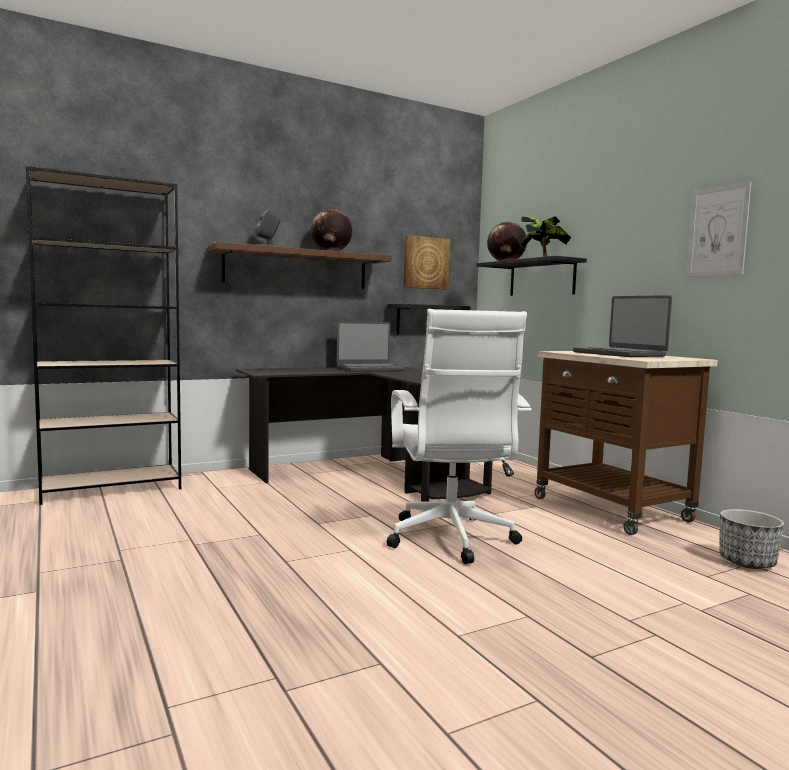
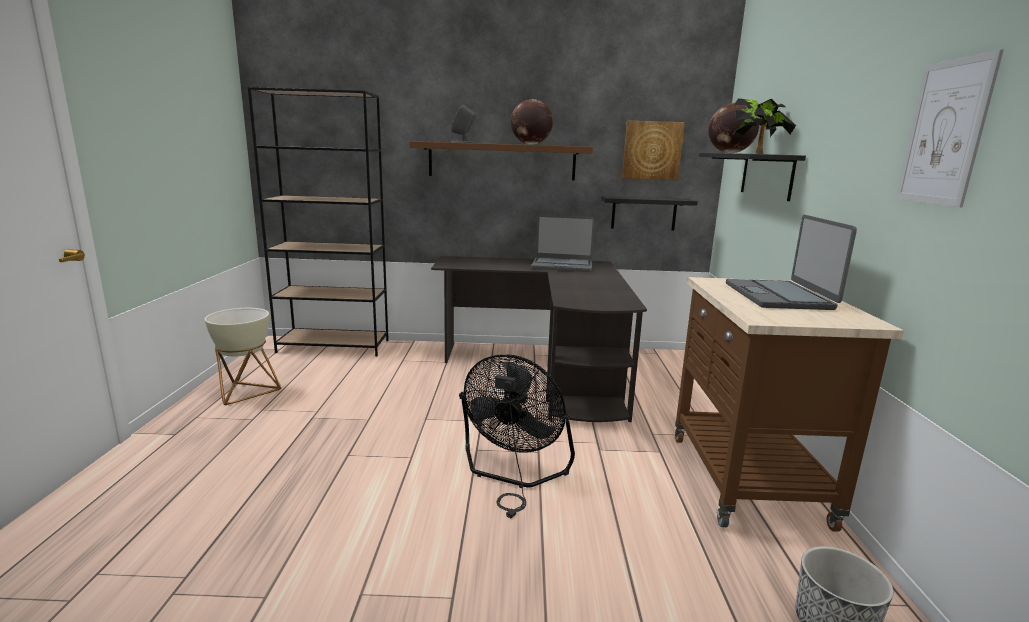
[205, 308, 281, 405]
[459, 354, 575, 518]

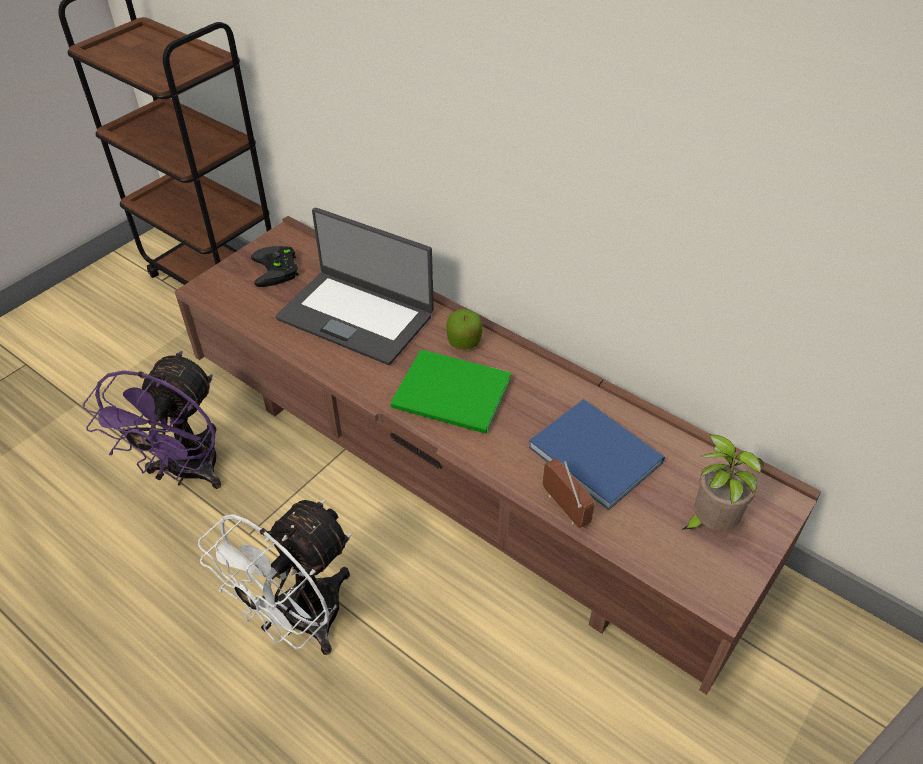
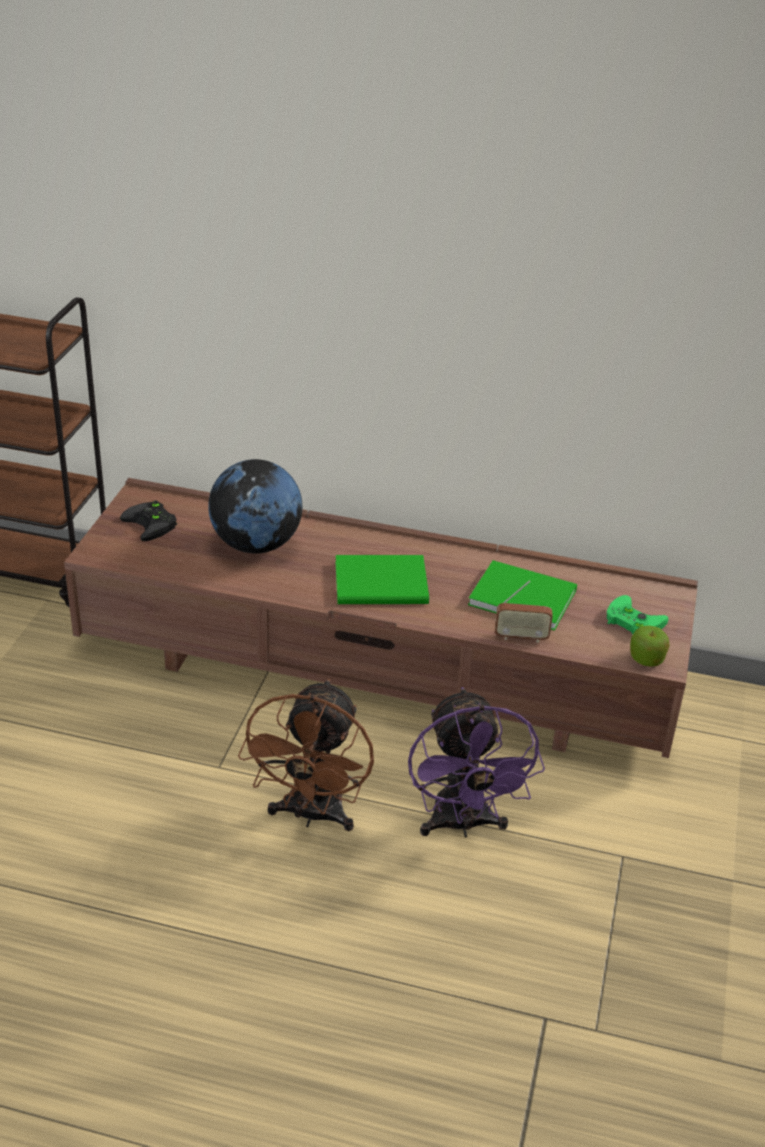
[208, 459, 302, 554]
[238, 679, 374, 831]
[408, 687, 545, 837]
[468, 560, 577, 631]
[495, 580, 553, 643]
[607, 595, 669, 635]
[630, 626, 669, 667]

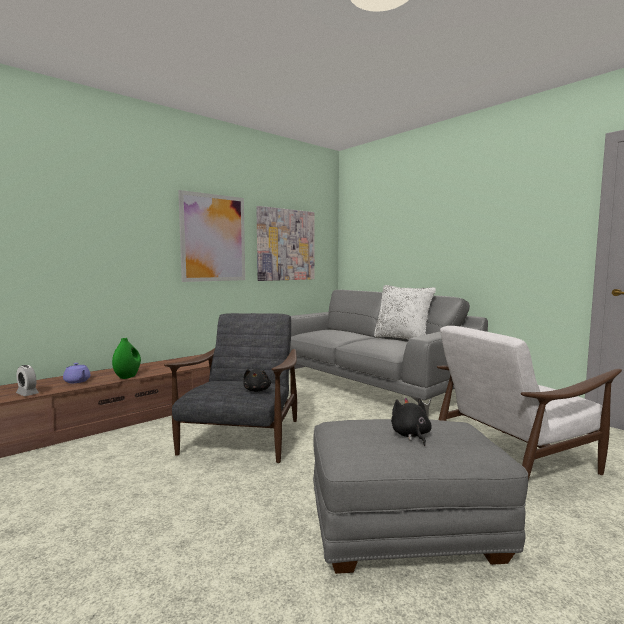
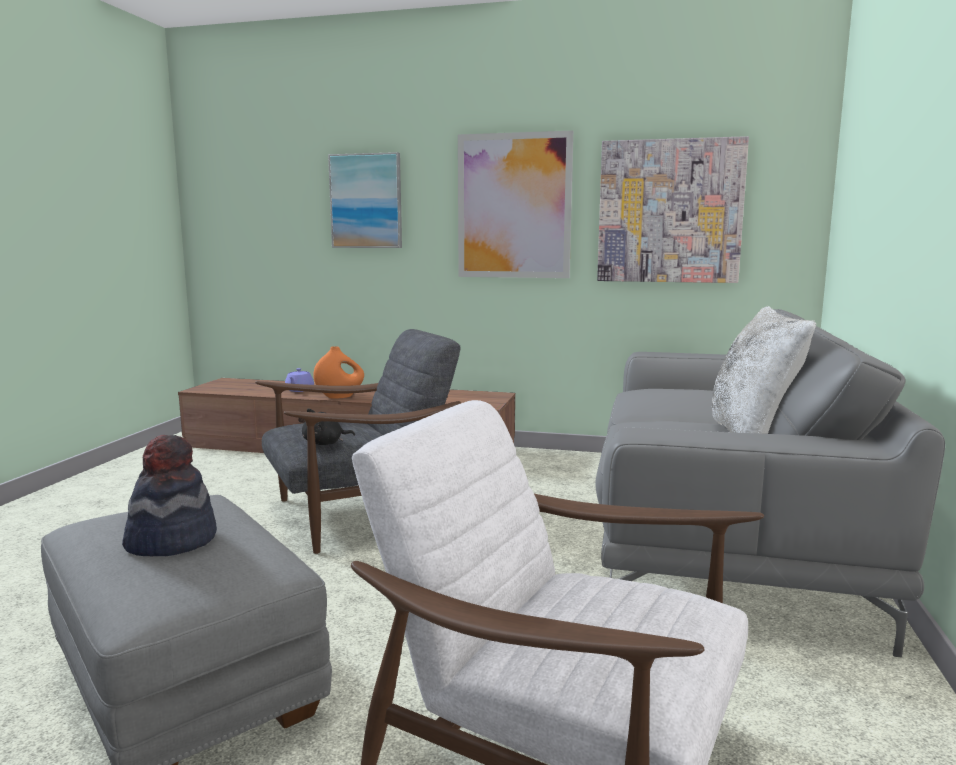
[122, 435, 217, 556]
[313, 346, 364, 399]
[328, 152, 402, 248]
[16, 365, 39, 396] (first image)

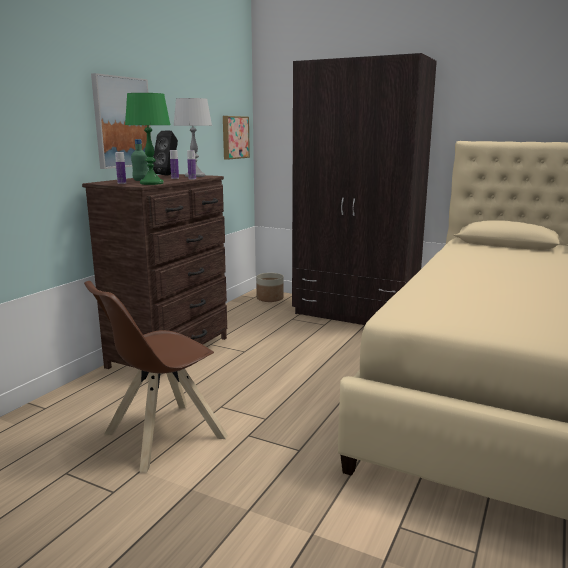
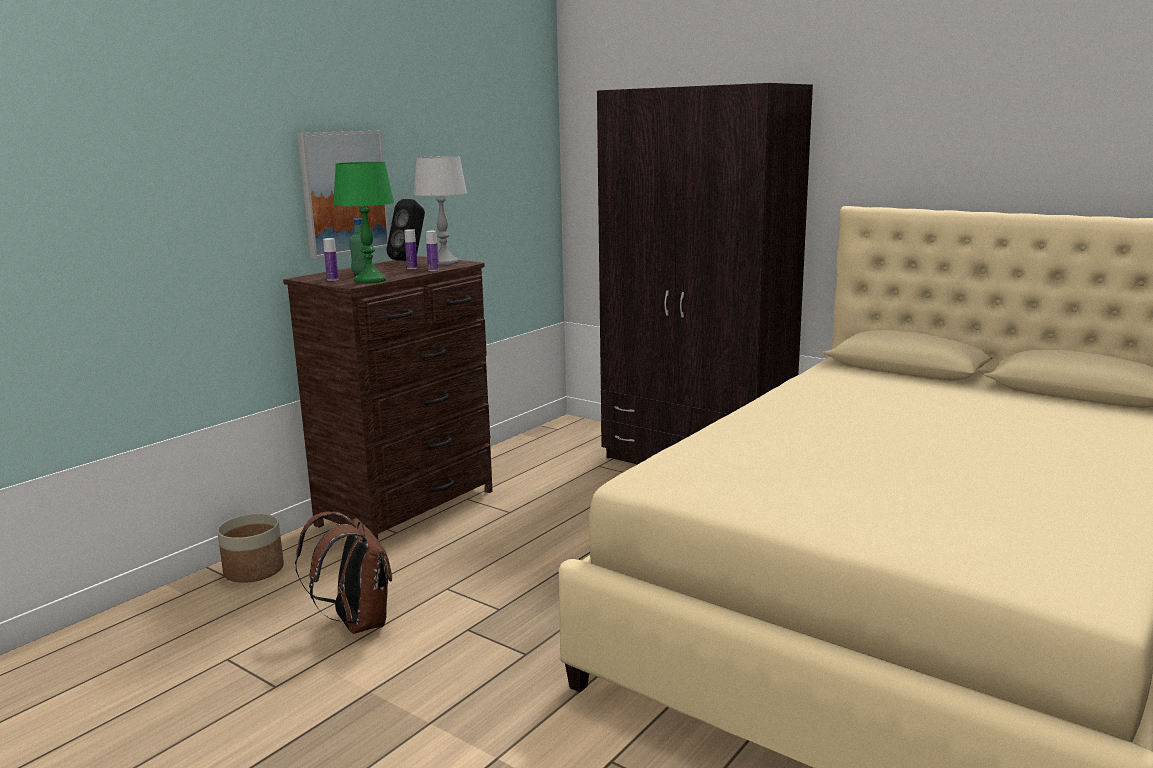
[217, 513, 284, 583]
[295, 511, 392, 634]
[223, 116, 250, 160] (first image)

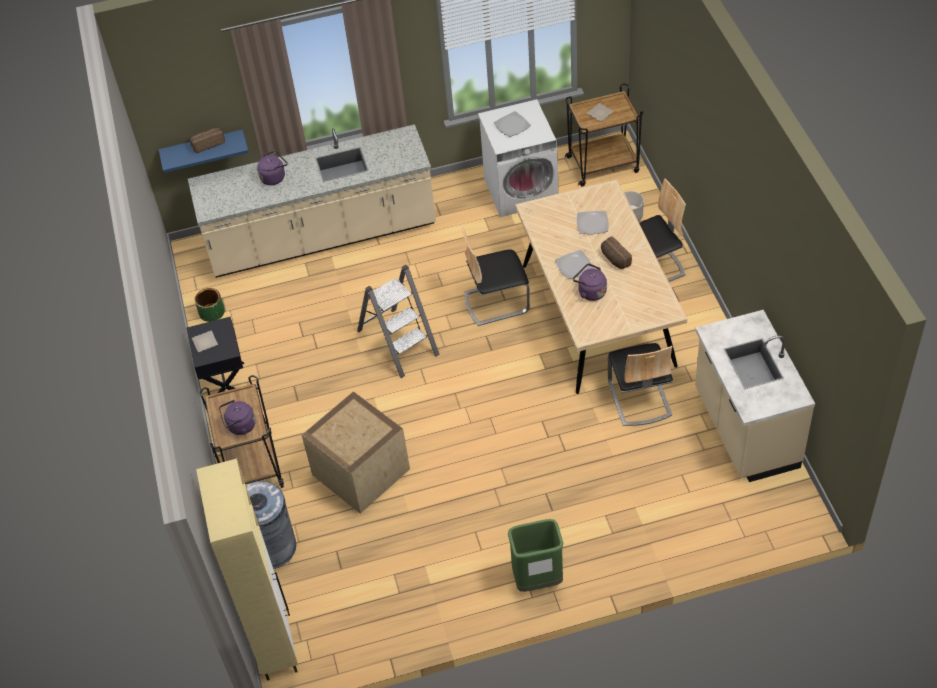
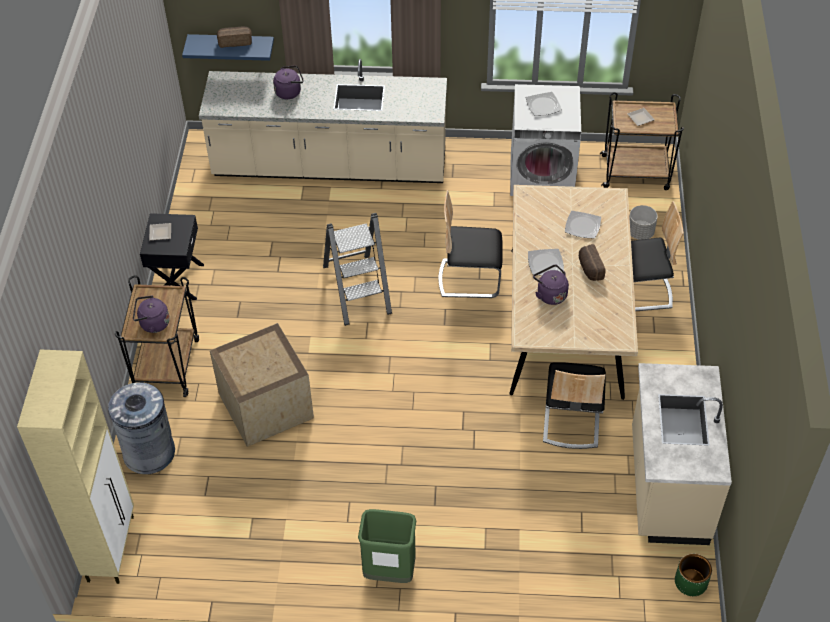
[675, 554, 712, 596]

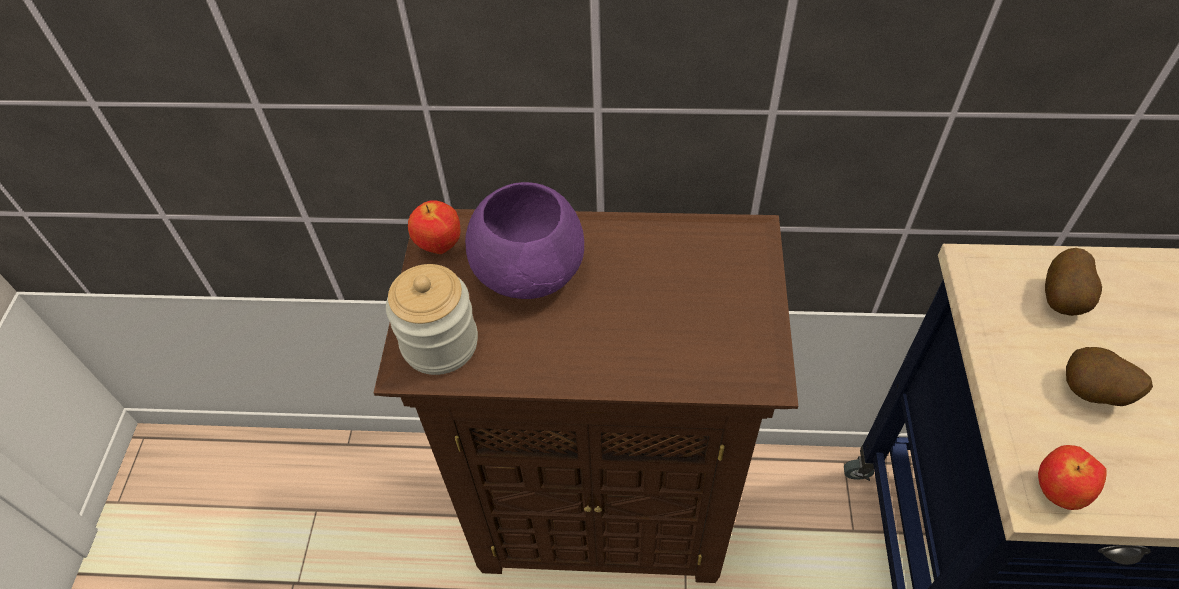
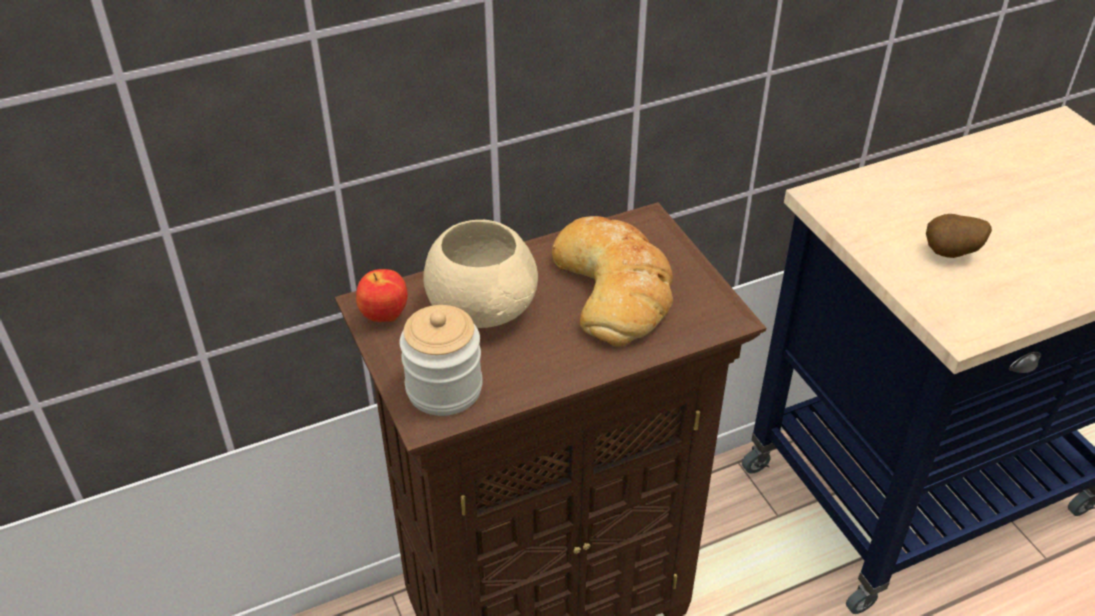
[423, 220, 538, 328]
[552, 216, 673, 347]
[1038, 445, 1107, 510] (first image)
[1045, 248, 1102, 316] (first image)

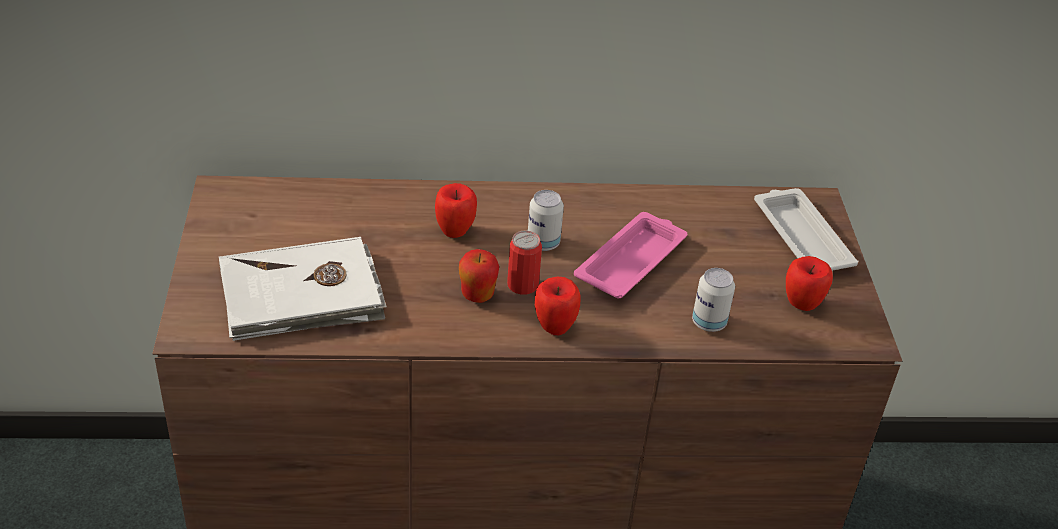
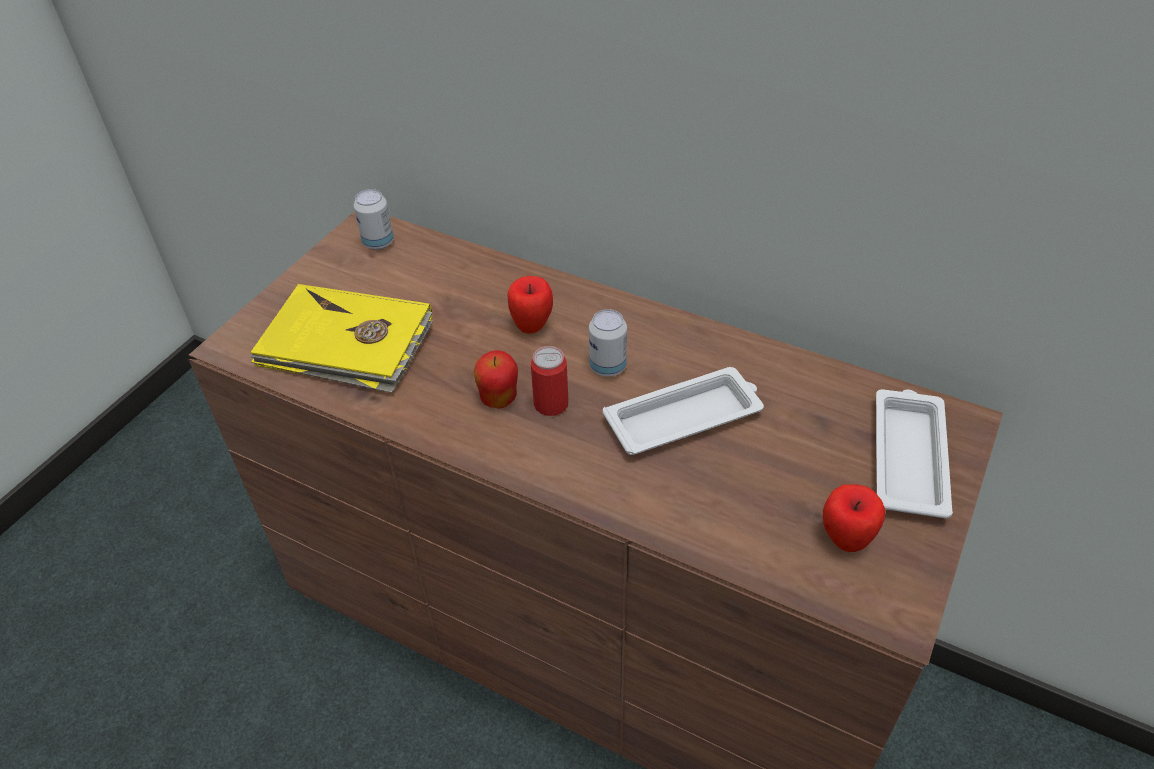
[250, 284, 433, 393]
[354, 189, 394, 250]
[603, 367, 764, 455]
[535, 276, 581, 335] (first image)

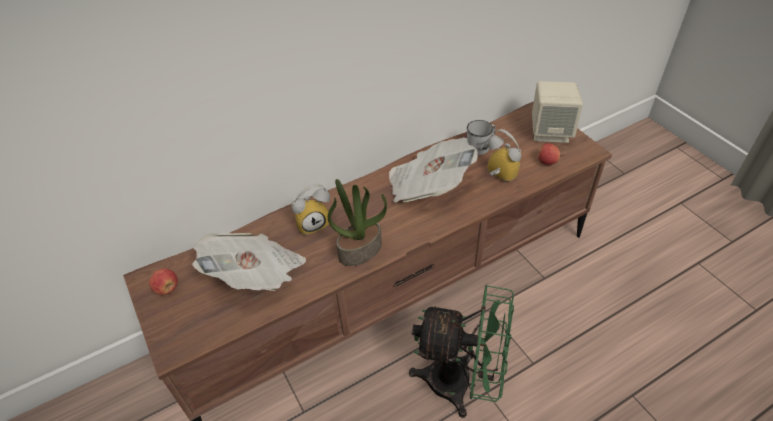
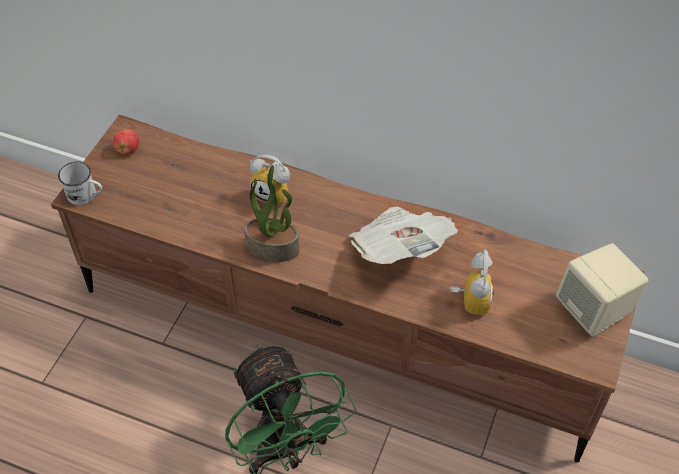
[58, 162, 102, 205]
[192, 233, 306, 291] (first image)
[538, 143, 560, 165] (first image)

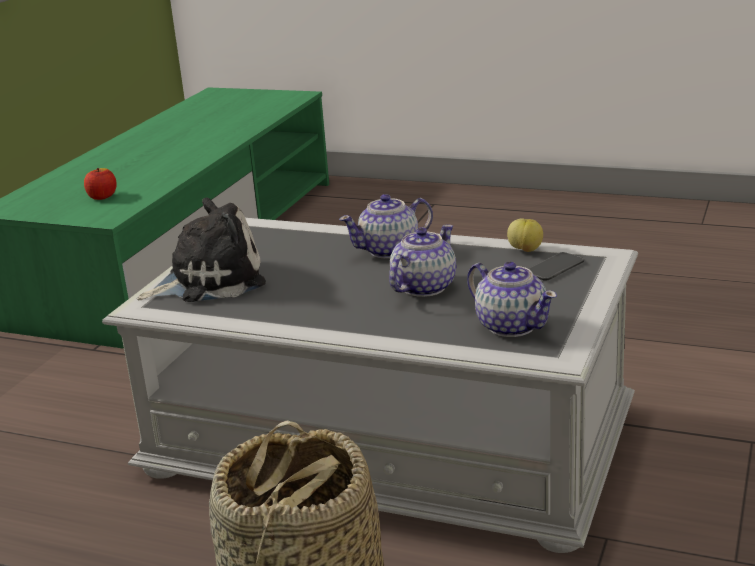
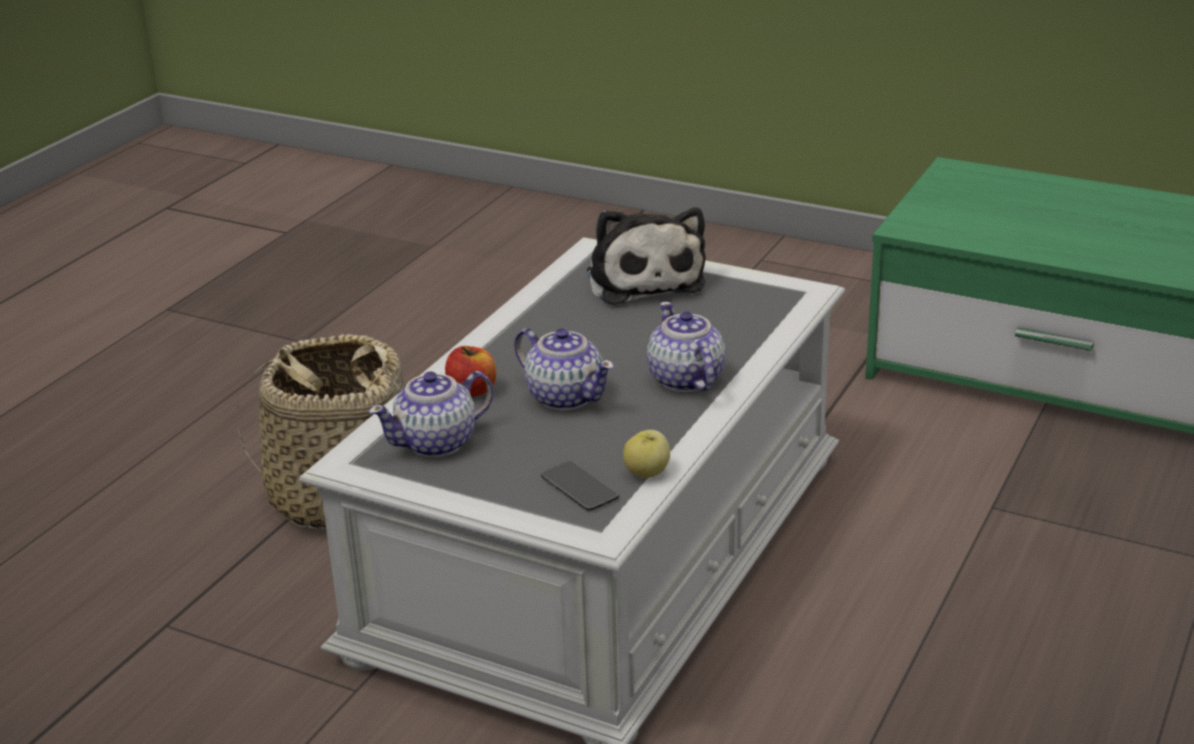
[445, 346, 496, 397]

